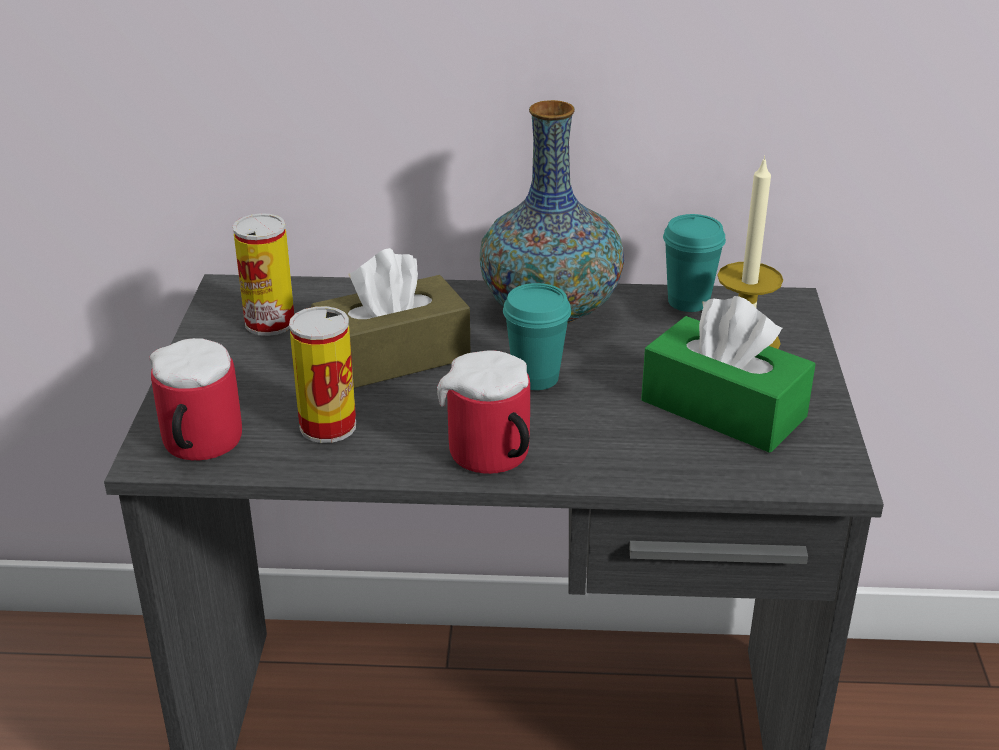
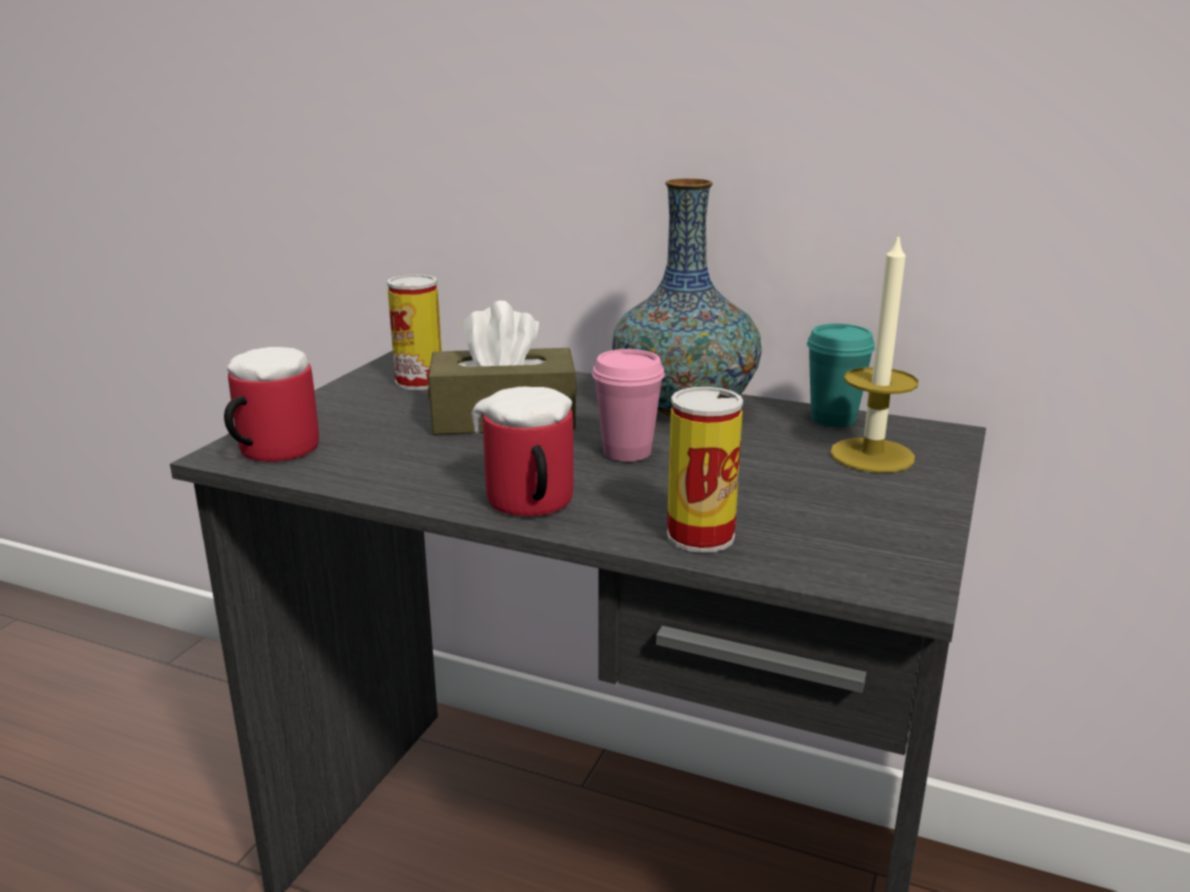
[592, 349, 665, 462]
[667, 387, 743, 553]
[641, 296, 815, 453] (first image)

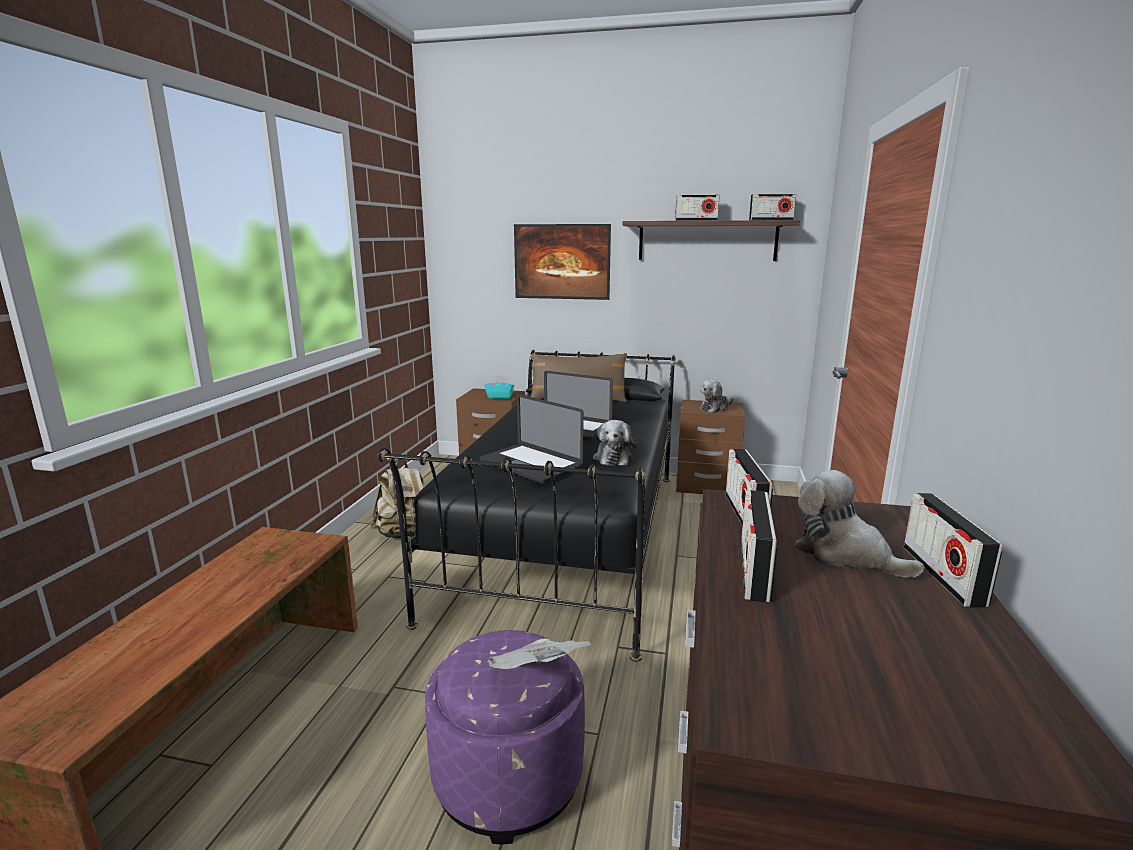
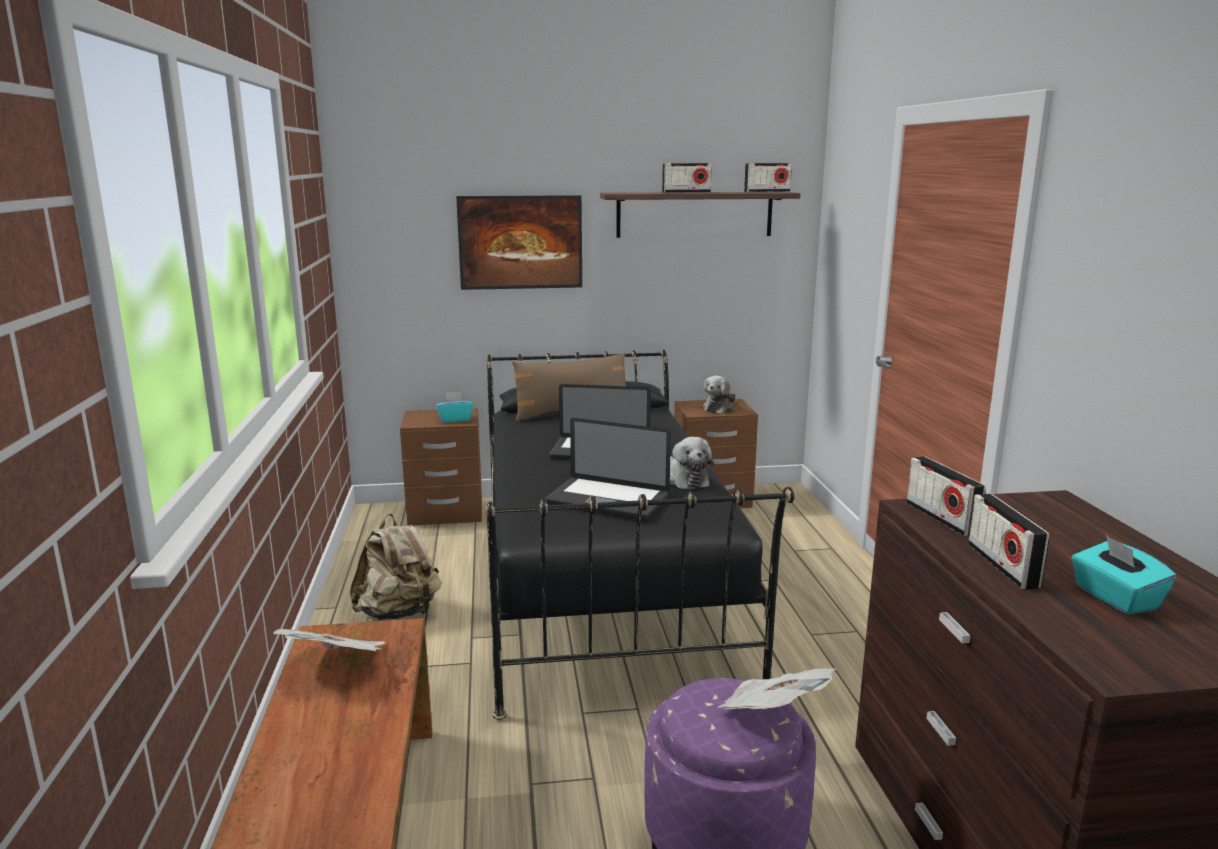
[273, 629, 385, 651]
[1071, 535, 1176, 615]
[794, 470, 924, 578] (first image)
[904, 493, 1003, 608] (first image)

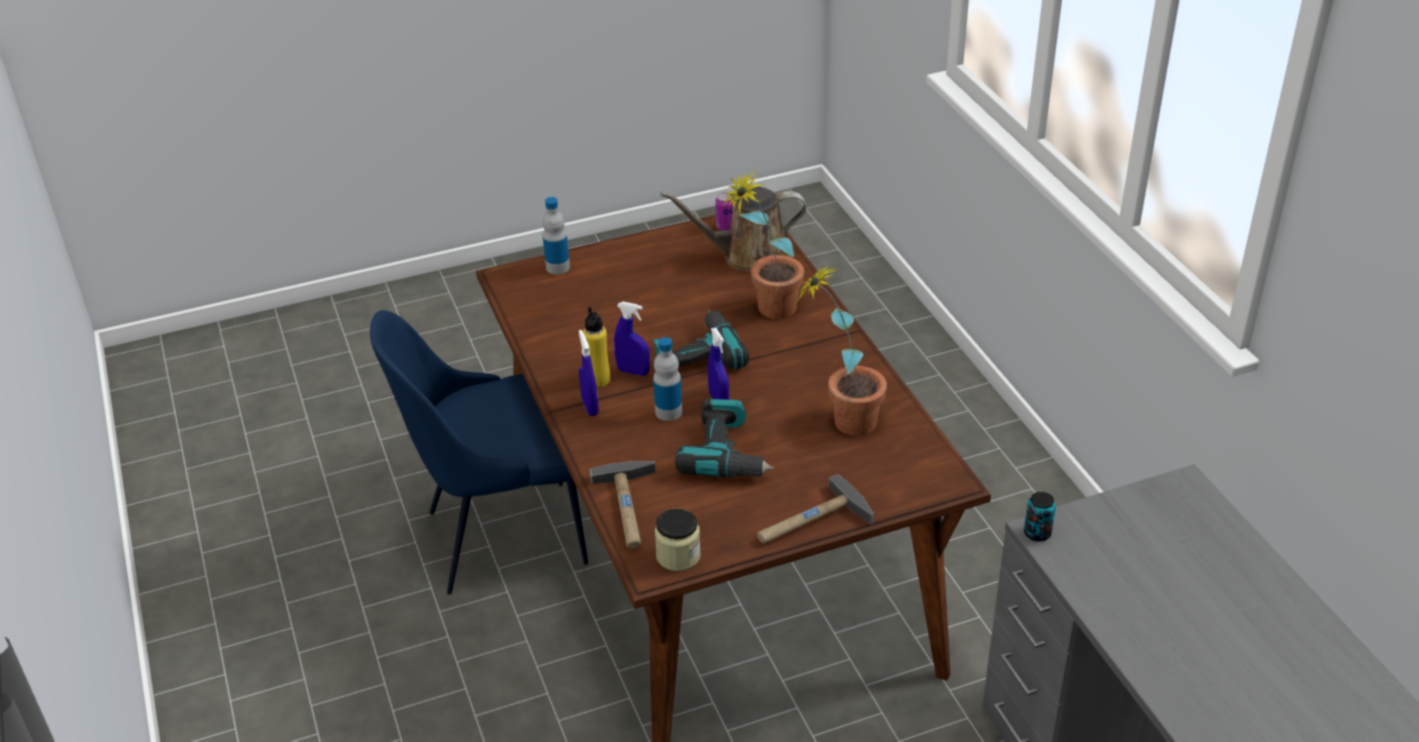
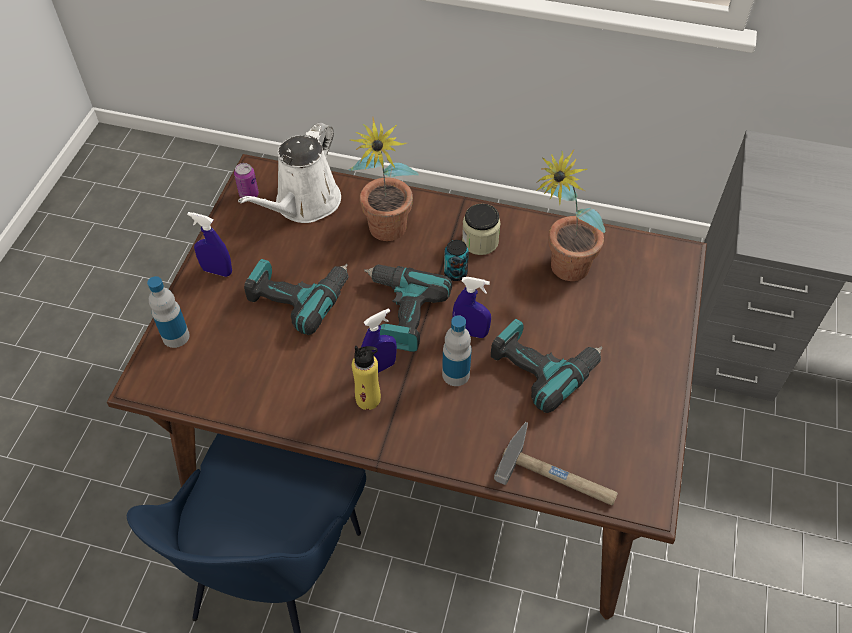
[187, 212, 232, 277]
[238, 123, 341, 223]
[244, 259, 349, 335]
[444, 240, 469, 281]
[462, 204, 501, 255]
[757, 474, 874, 544] (first image)

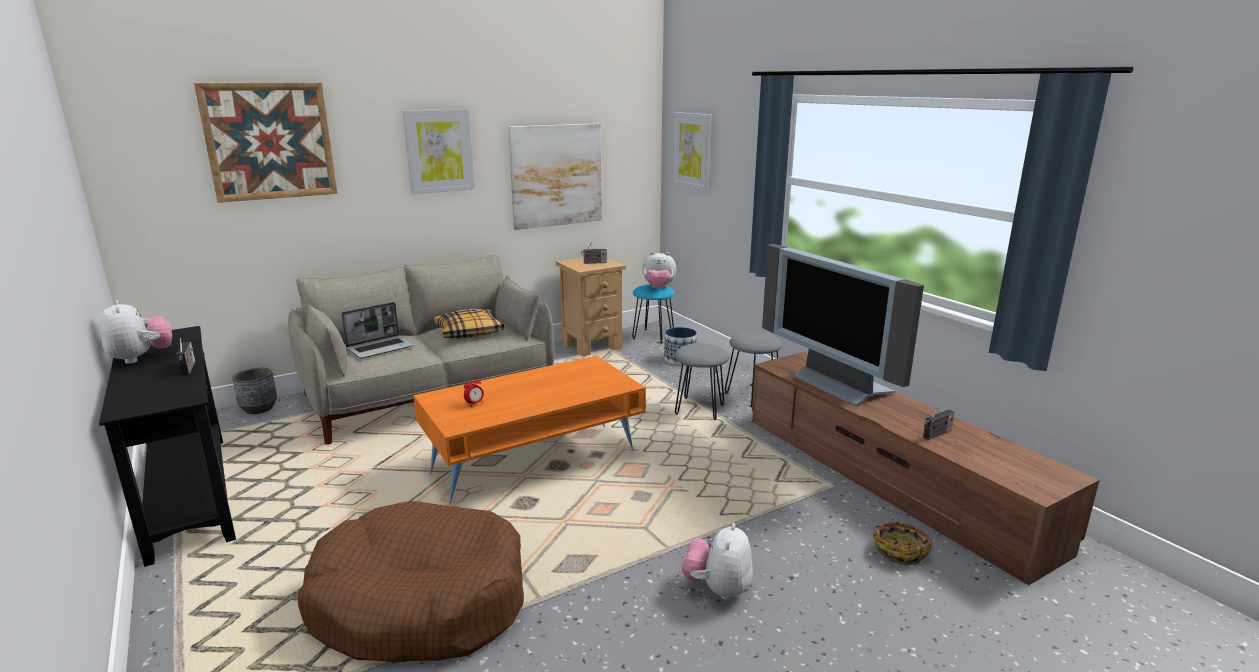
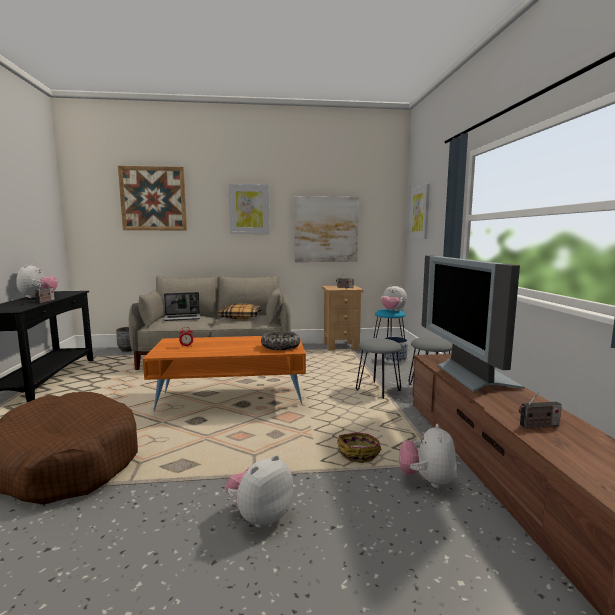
[261, 331, 300, 350]
[337, 432, 381, 463]
[399, 424, 457, 488]

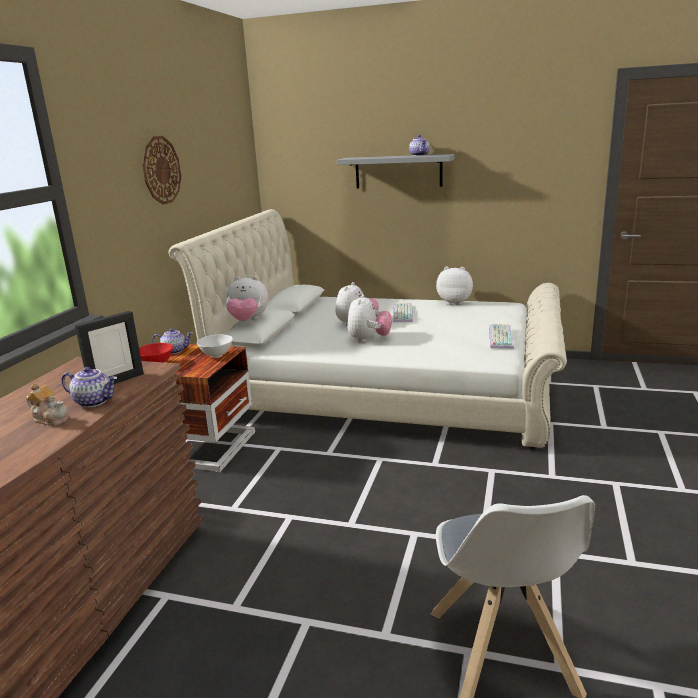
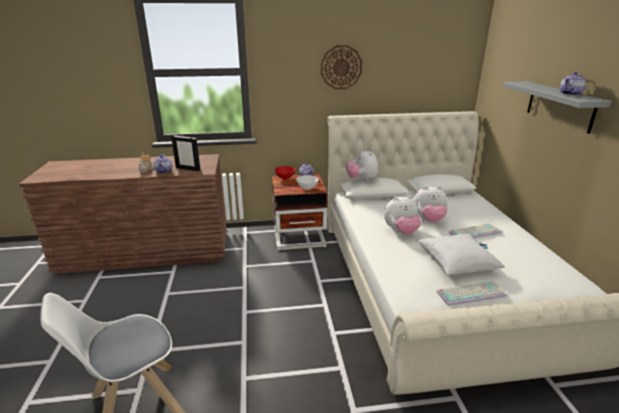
[417, 233, 505, 276]
[436, 266, 473, 305] (first image)

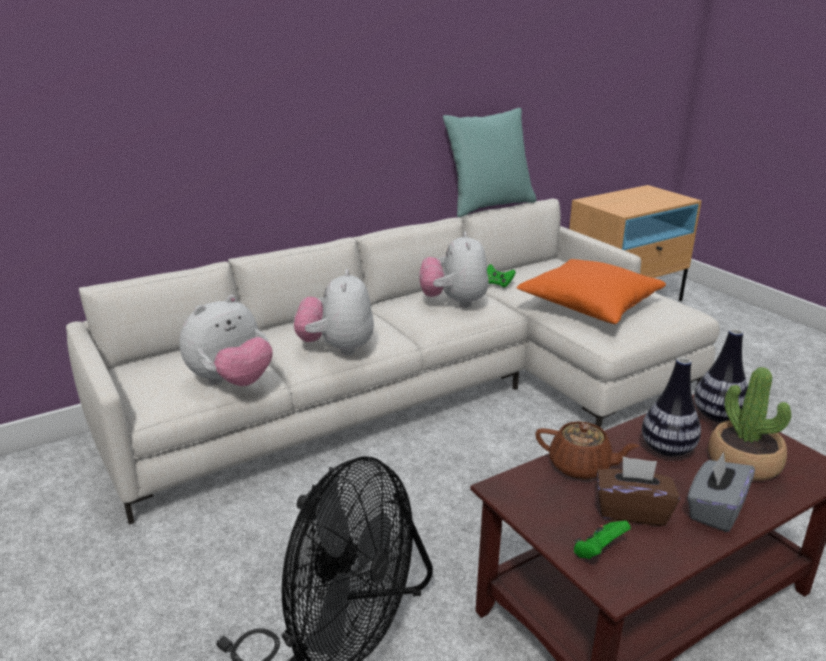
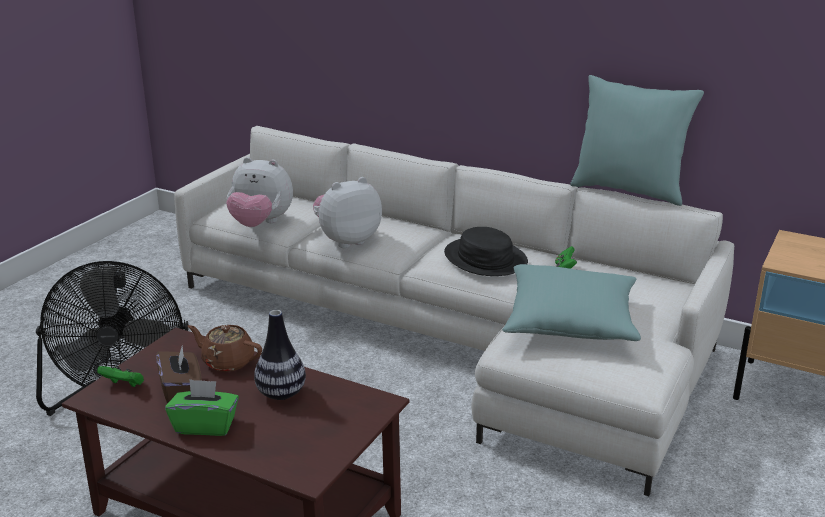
[165, 379, 239, 436]
[188, 325, 262, 372]
[444, 227, 528, 276]
[502, 264, 641, 341]
[694, 329, 748, 422] (first image)
[708, 367, 791, 481] (first image)

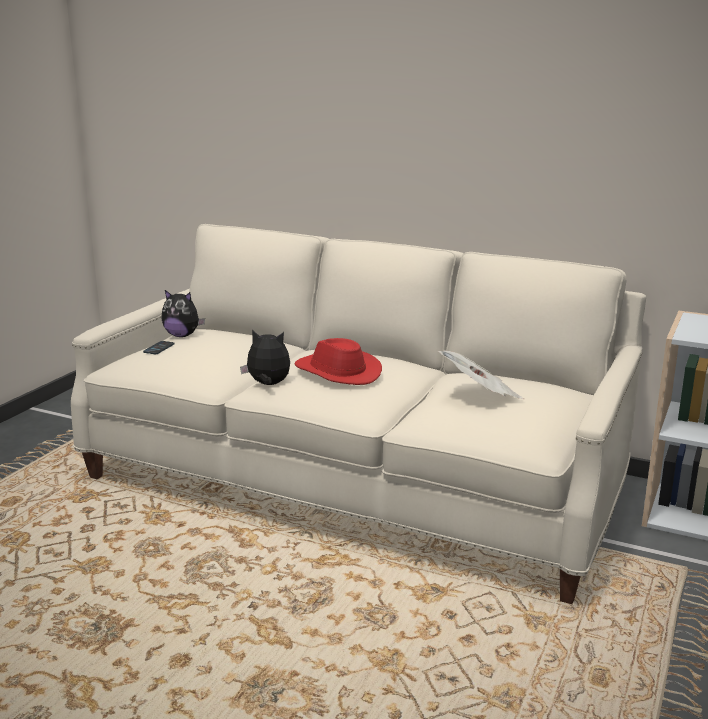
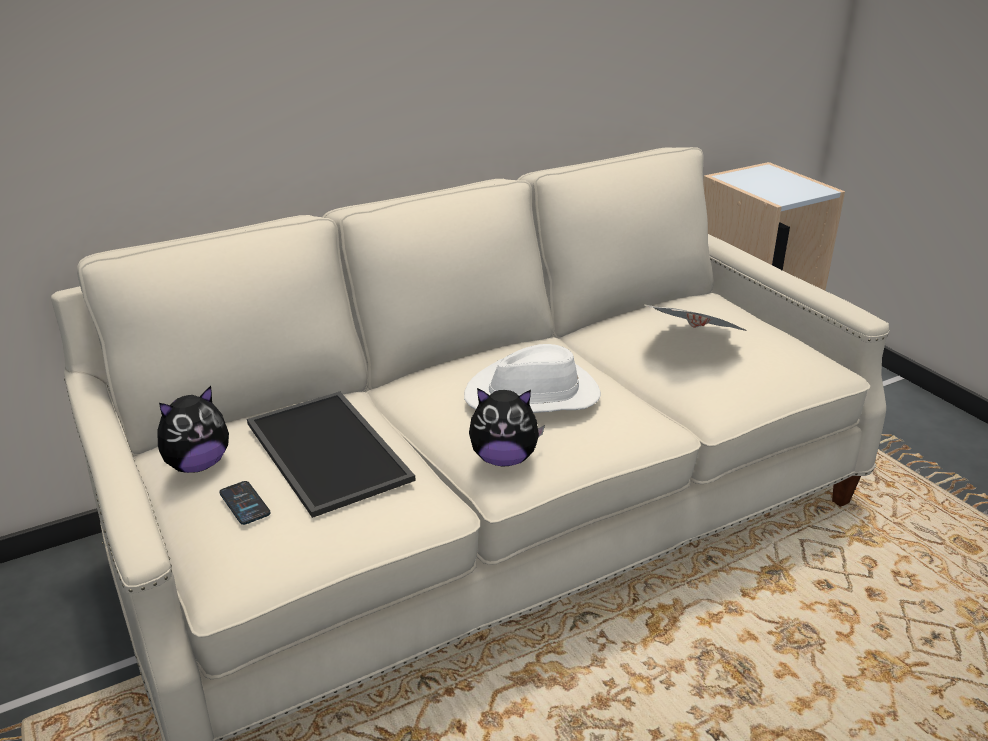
[247, 392, 416, 518]
[464, 344, 601, 413]
[469, 388, 545, 467]

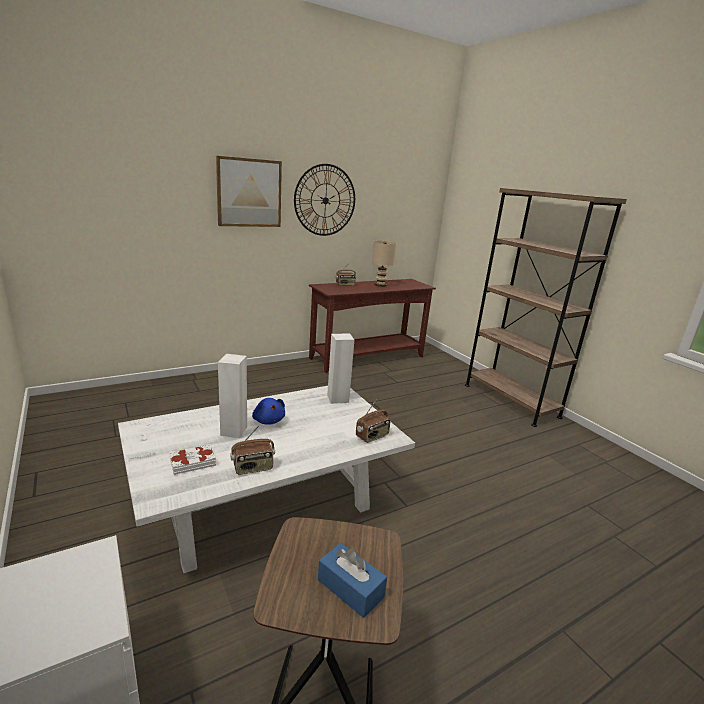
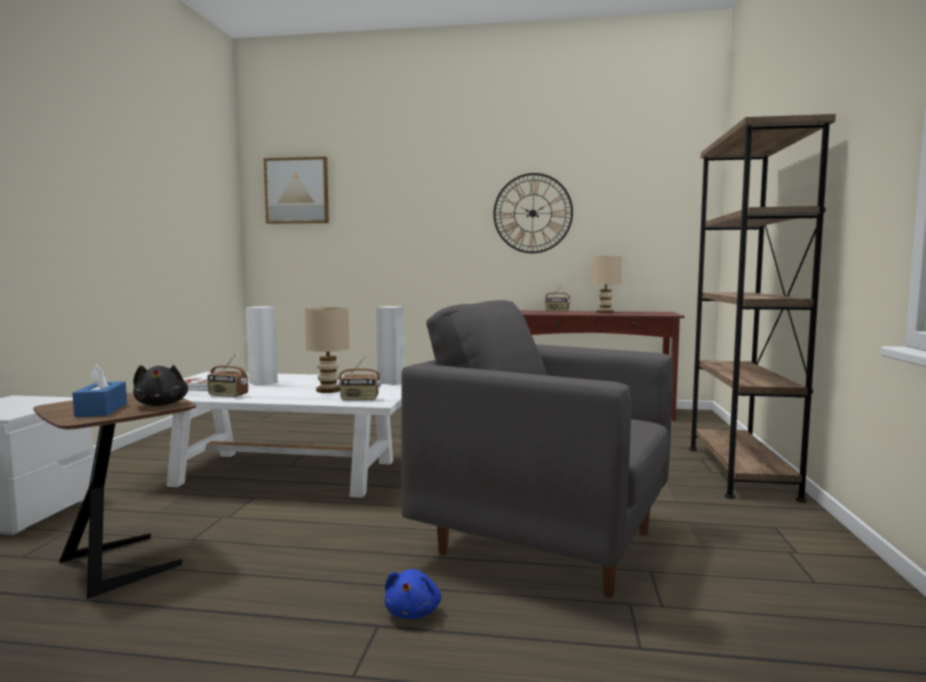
[133, 365, 188, 406]
[264, 157, 329, 224]
[305, 307, 350, 393]
[385, 569, 441, 619]
[401, 300, 674, 598]

